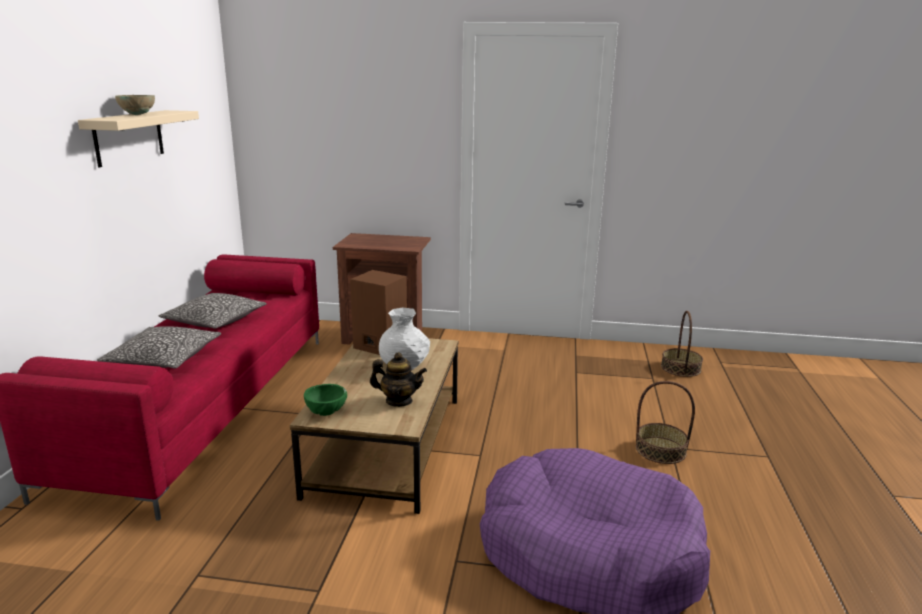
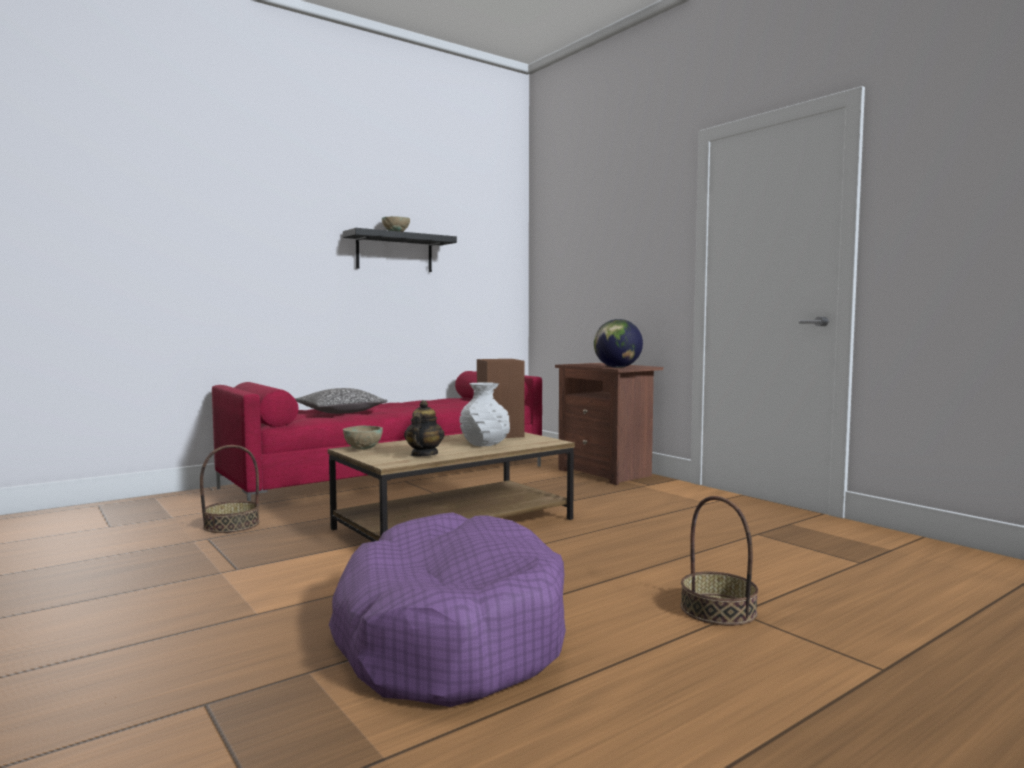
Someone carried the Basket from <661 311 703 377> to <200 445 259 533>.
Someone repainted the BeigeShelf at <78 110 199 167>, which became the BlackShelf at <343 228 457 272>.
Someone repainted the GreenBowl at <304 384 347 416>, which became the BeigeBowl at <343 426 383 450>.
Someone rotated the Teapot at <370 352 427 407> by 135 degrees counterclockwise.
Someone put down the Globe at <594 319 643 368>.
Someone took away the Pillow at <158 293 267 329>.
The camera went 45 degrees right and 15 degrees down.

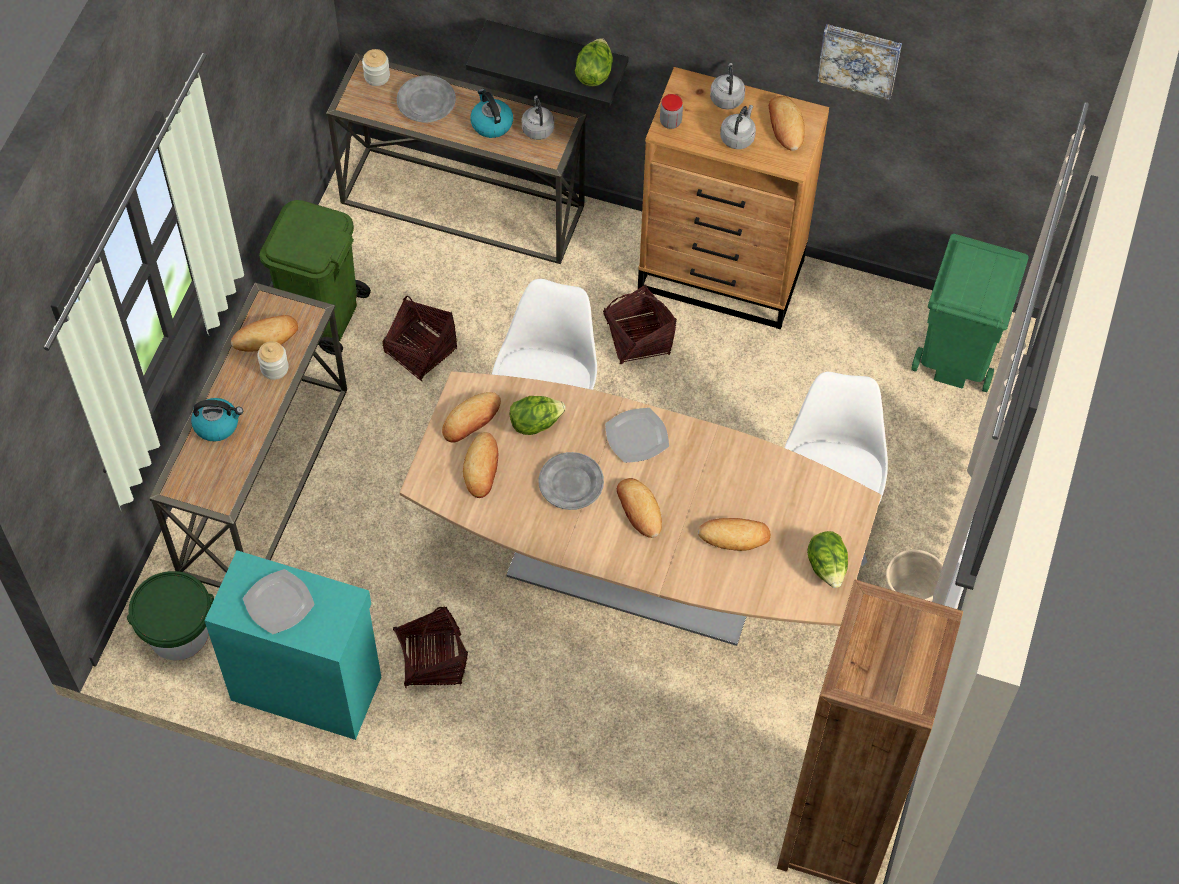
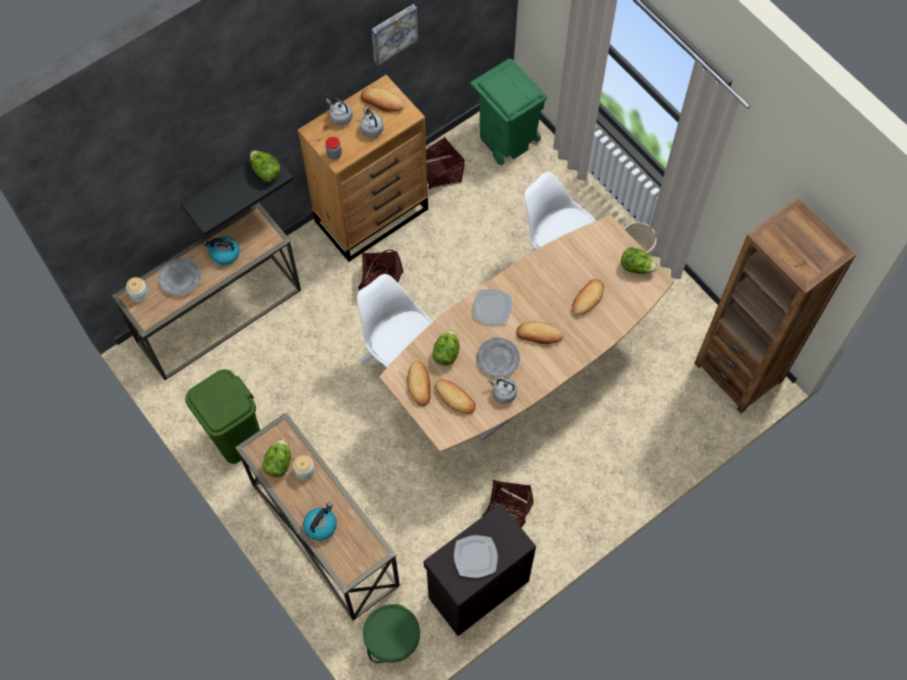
Someone swapped the Bread at <231 315 298 351> for the Lettuce at <262 439 291 477>.
Someone repainted the TurquoiseCabinet at <204 550 381 740>, which became the BlackCabinet at <423 503 536 636>.
Someone carried the Basket from <382 296 457 381> to <426 137 465 190>.
Someone carried the GreyKettle from <522 95 554 140> to <488 378 517 404>.
The camera went 55 degrees left and 5 degrees up.

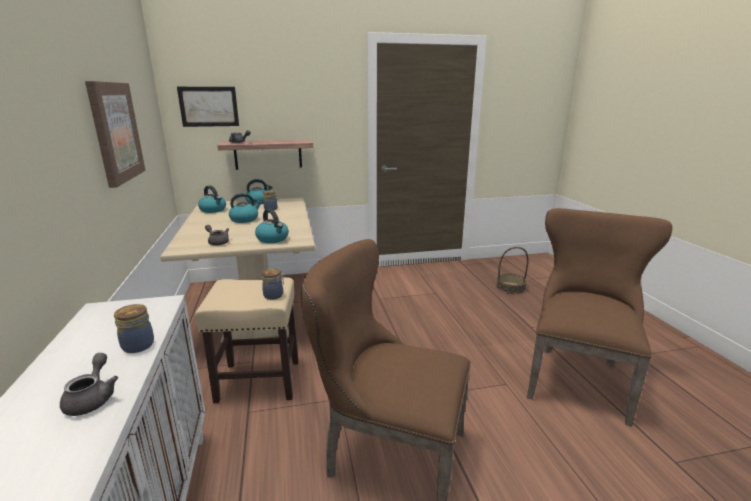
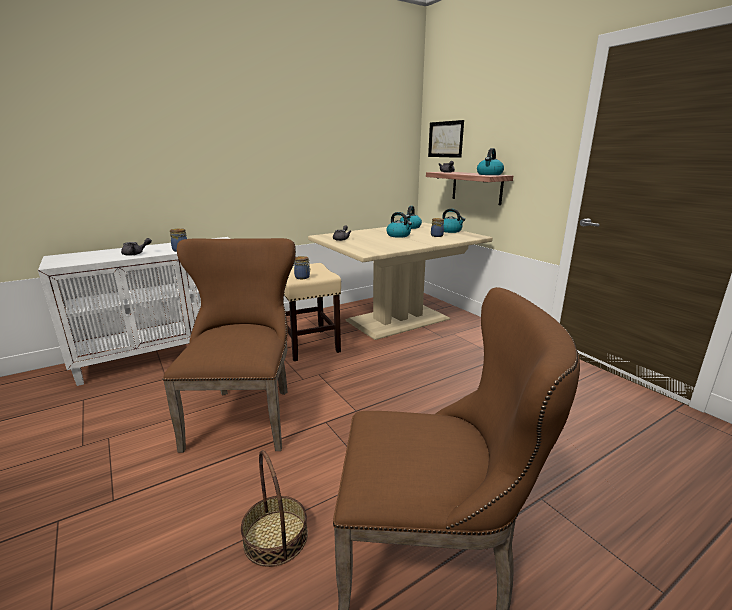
Someone carried the Basket from <496 247 529 294> to <241 450 308 567>.
Someone carried the Kettle from <255 209 289 243> to <477 148 504 175>.
Someone took away the Picture at <85 81 145 188>.
The camera went 70 degrees right and 0 degrees up.

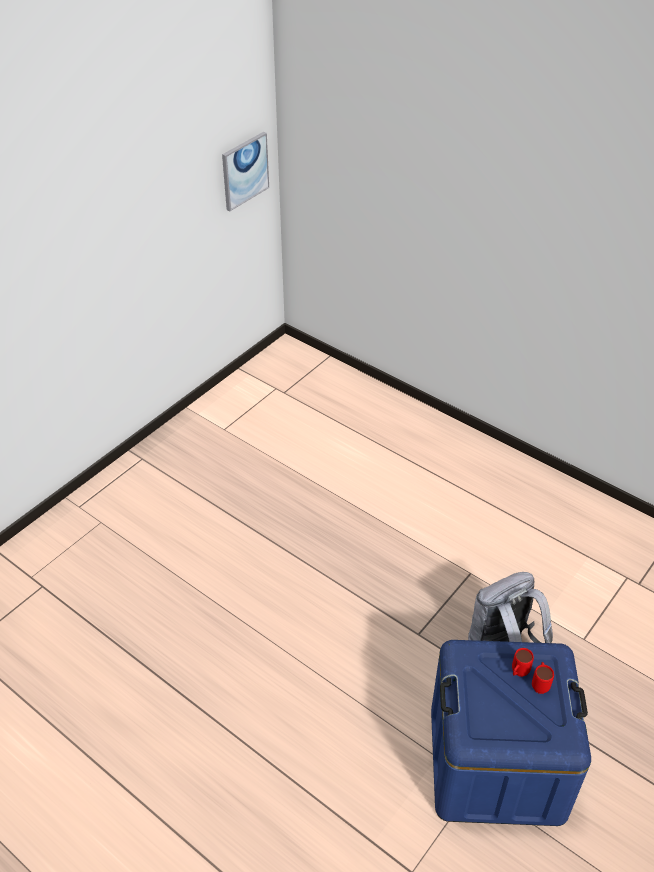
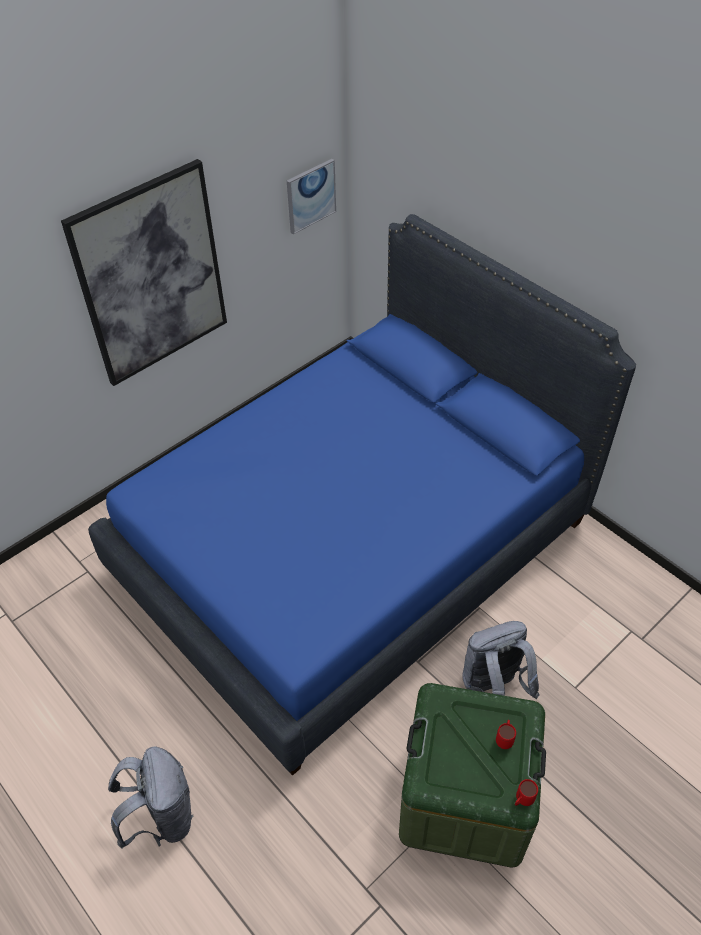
Someone put up the Picture at <61 159 227 386>.
Someone put down the BlueBed at <88 214 636 776>.
Someone put down the GreyBackpack at <108 746 193 849>.
Someone repainted the BlueStorageBox at <431 640 591 826>, which became the GreenStorageBox at <399 683 546 868>.
Someone carried the RedMug from <512 648 534 677> to <515 779 538 806>.
The camera went 10 degrees right and 5 degrees up.

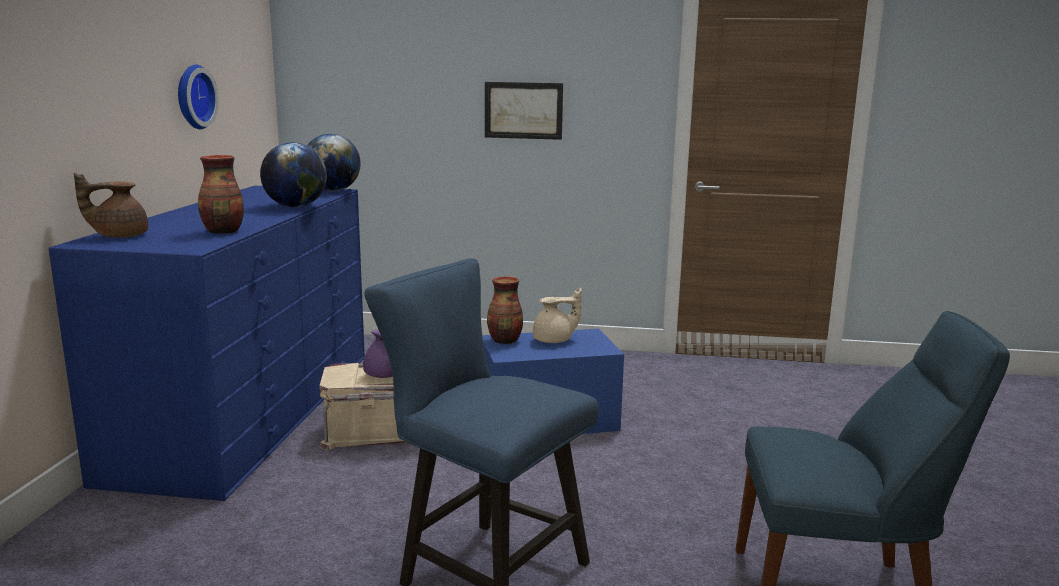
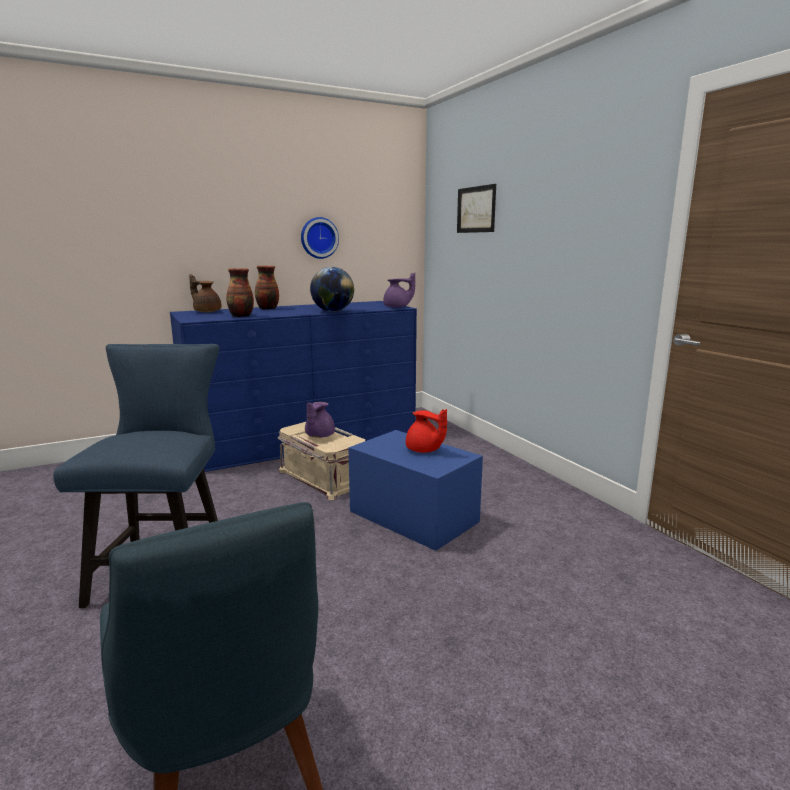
Someone carried the Vase from <487 276 523 344> to <255 266 279 310>.
Someone swapped the Globe at <307 134 361 191> for the PurpleTeapot at <383 272 415 308>.
Someone repainted the BeigeTeapot at <533 288 582 343>, which became the RedTeapot at <406 409 447 453>.
Someone carried the Picture from <485 82 563 140> to <457 184 496 233>.
The camera went 55 degrees right and 0 degrees up.

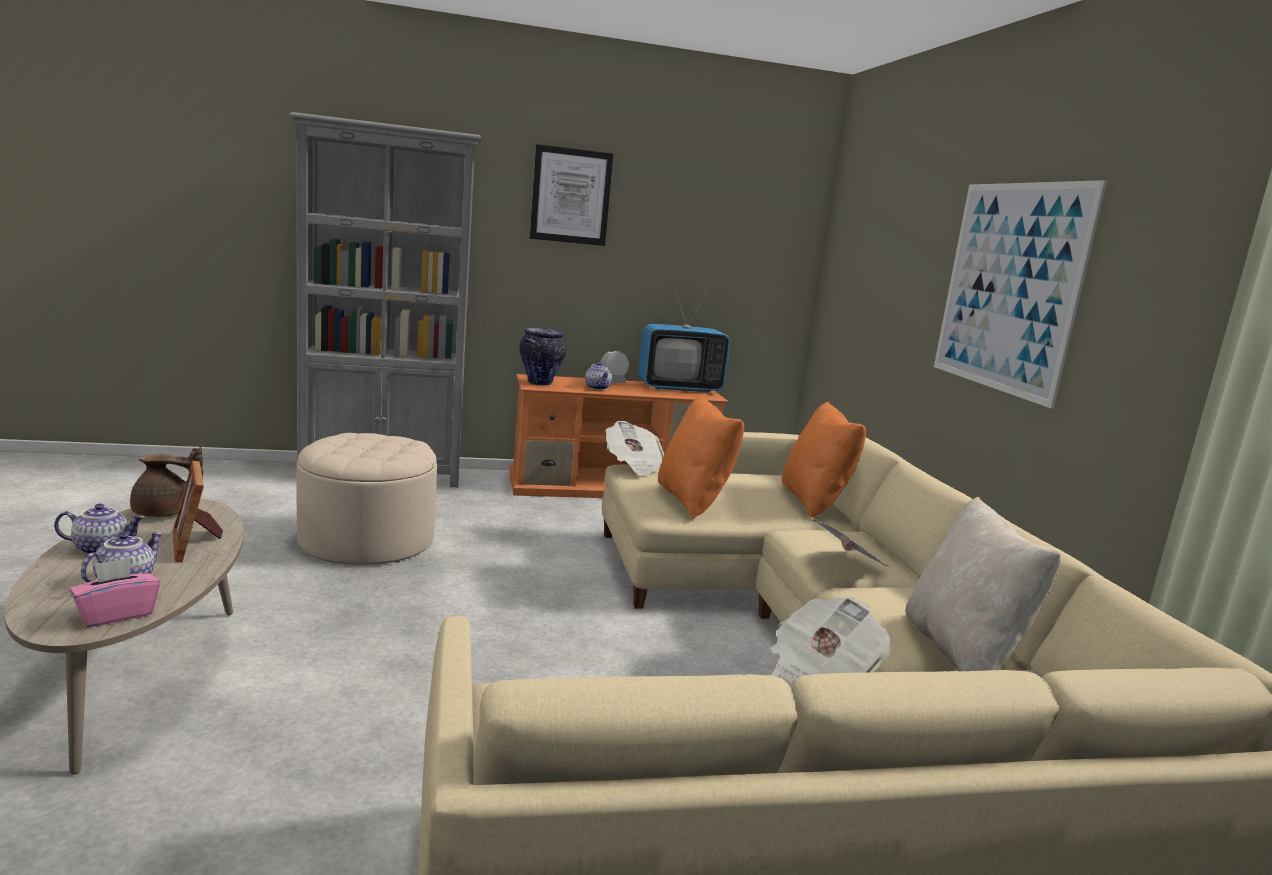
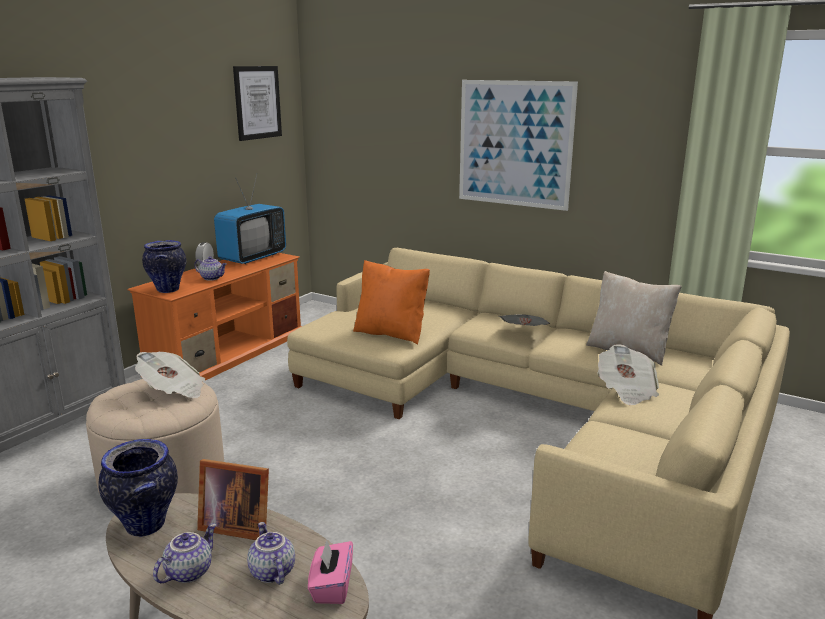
Someone swapped the BrownTeapot at <130 447 203 517> for the Vase at <98 439 178 537>.
Someone carried the Newspaper from <606 421 664 476> to <135 352 205 399>.
Someone carried the Picture from <530 144 613 246> to <233 66 282 141>.
Someone took away the OrangePillow at <782 401 866 518>.
The camera went 45 degrees left and 5 degrees up.

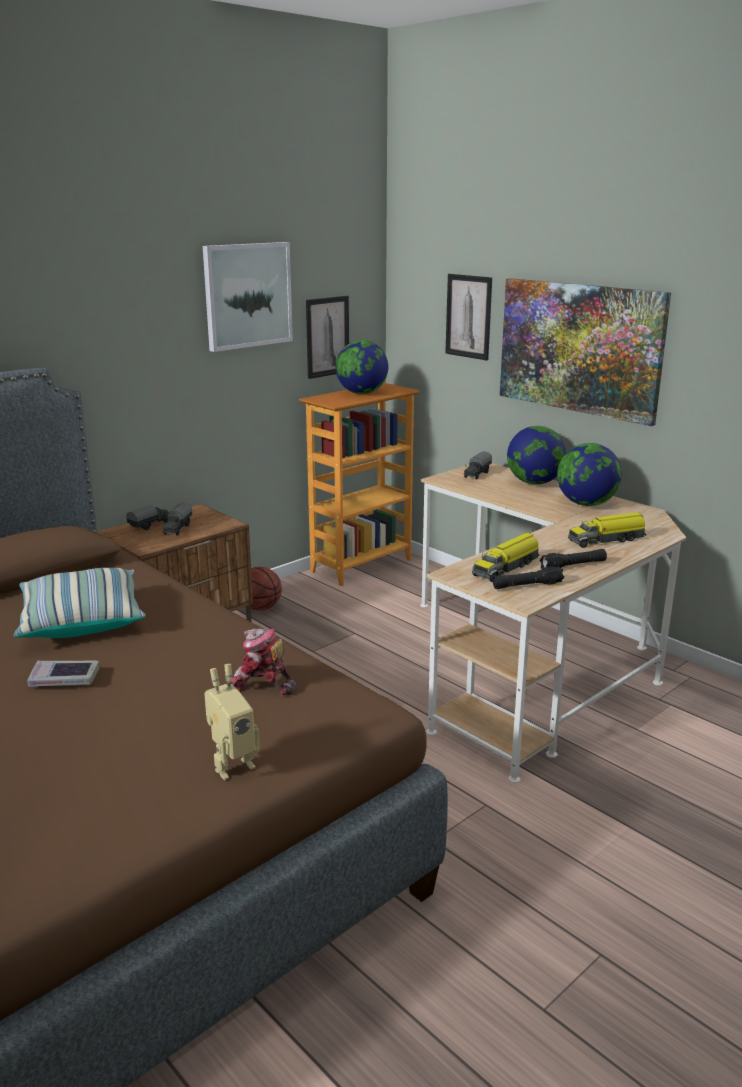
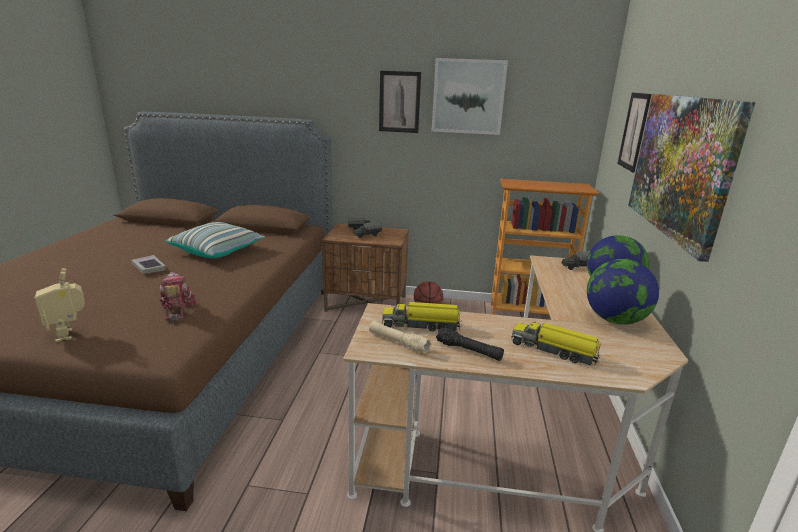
Someone rotated the ToyRobot at <204 664 260 780> by 45 degrees clockwise.
Someone repainted the BlackFlashlight at <493 566 564 589>, which became the BeigeFlashlight at <369 321 432 354>.
Someone carried the Picture from <306 296 349 379> to <379 71 421 133>.
Someone took away the Globe at <336 340 388 394>.
The camera went 50 degrees right and 0 degrees up.

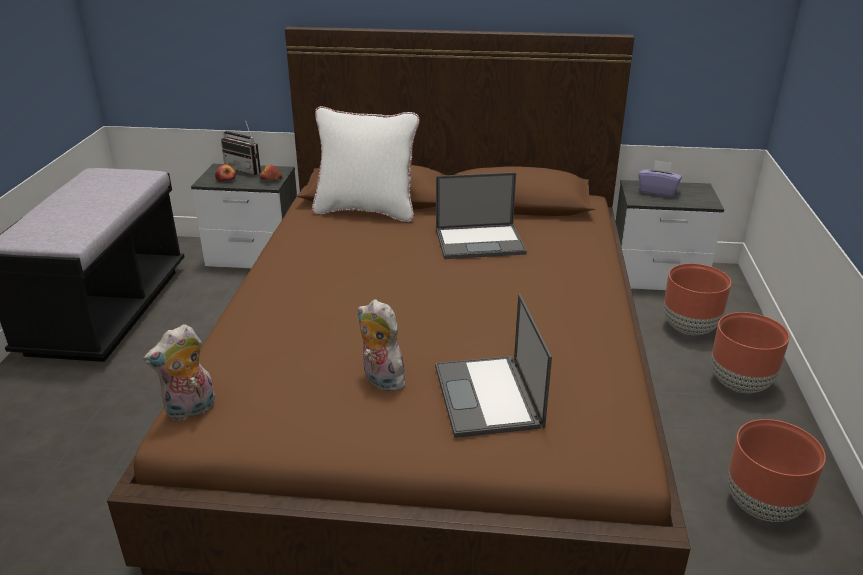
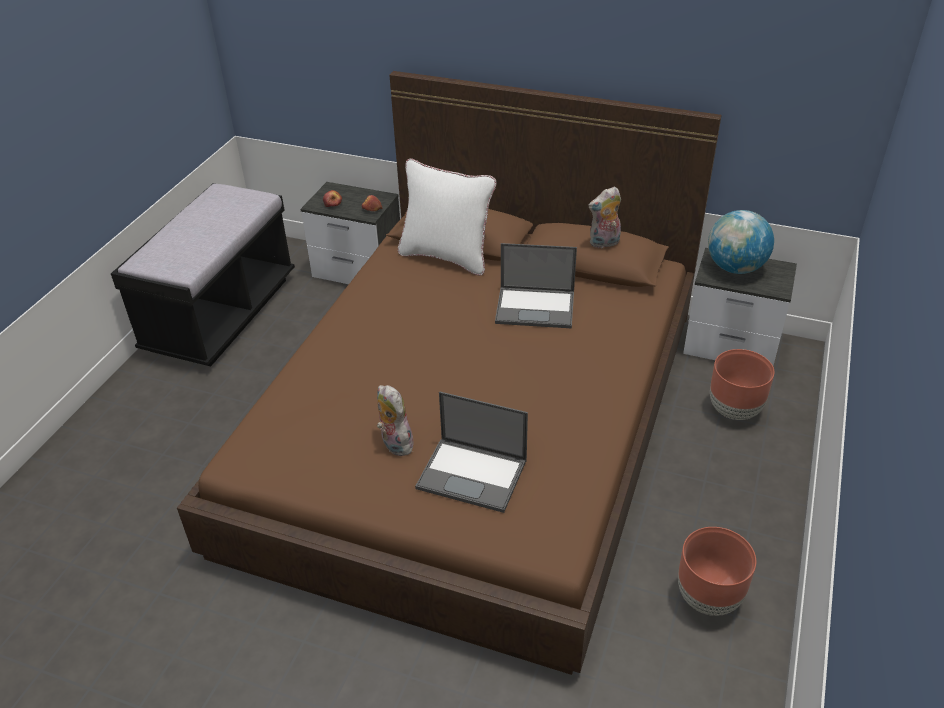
Someone rotated the Laptop at <435 293 552 438> by 75 degrees counterclockwise.
Someone carried the PlushToy from <143 324 215 420> to <588 187 621 248>.
Someone swapped the PurpleTissueBox at <638 160 682 197> for the Globe at <708 210 774 274>.
Someone took away the Radio at <221 120 261 175>.
Someone took away the BrownPlanter at <711 312 790 393>.
The camera went 15 degrees right and 10 degrees up.

